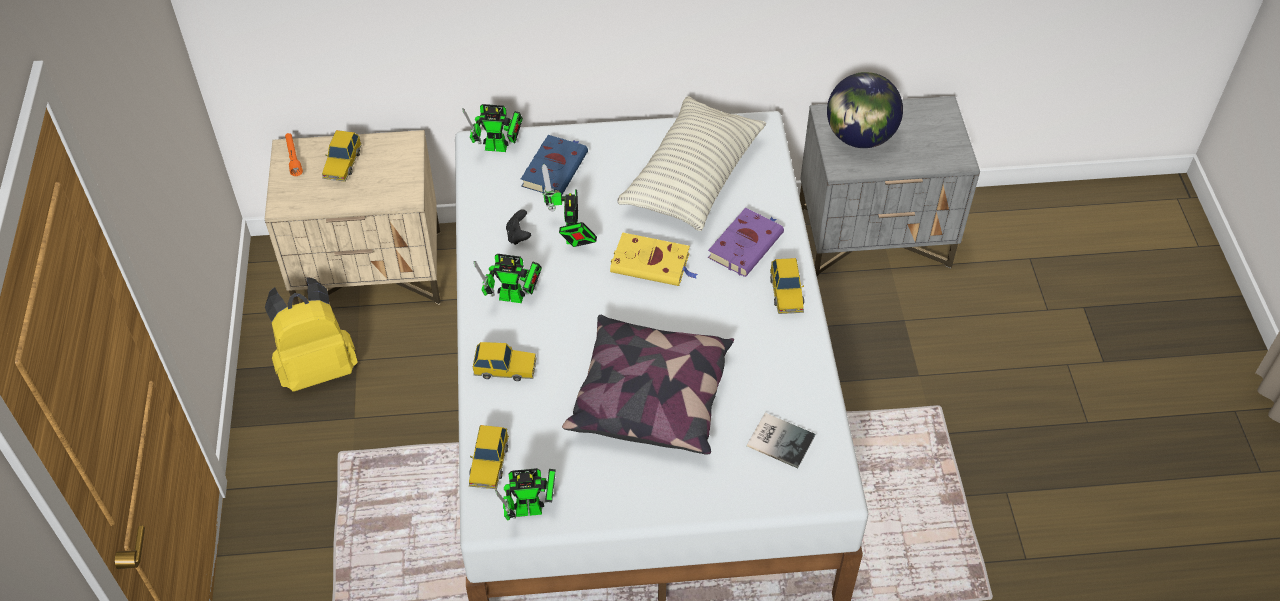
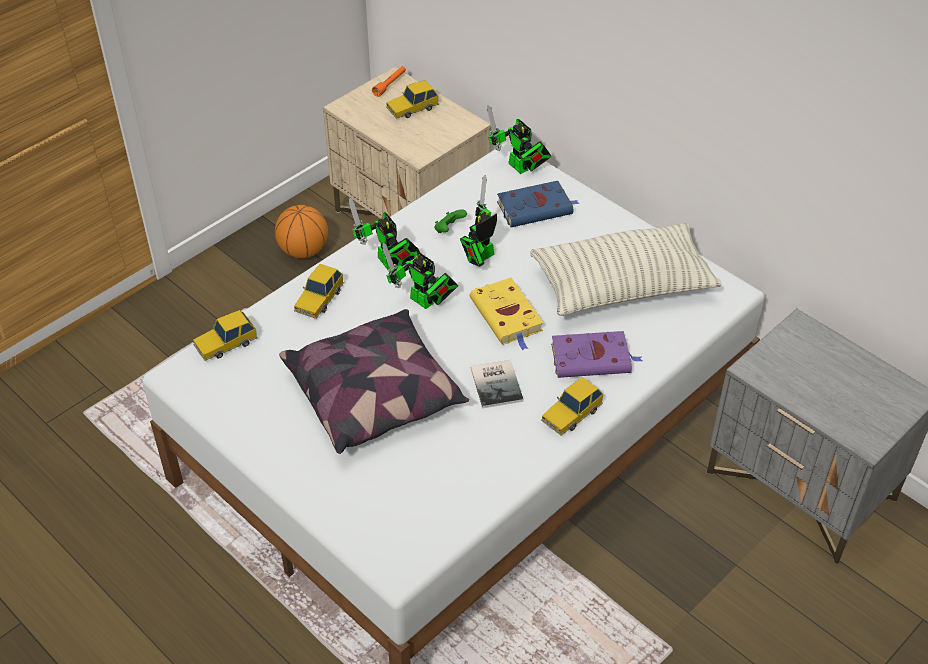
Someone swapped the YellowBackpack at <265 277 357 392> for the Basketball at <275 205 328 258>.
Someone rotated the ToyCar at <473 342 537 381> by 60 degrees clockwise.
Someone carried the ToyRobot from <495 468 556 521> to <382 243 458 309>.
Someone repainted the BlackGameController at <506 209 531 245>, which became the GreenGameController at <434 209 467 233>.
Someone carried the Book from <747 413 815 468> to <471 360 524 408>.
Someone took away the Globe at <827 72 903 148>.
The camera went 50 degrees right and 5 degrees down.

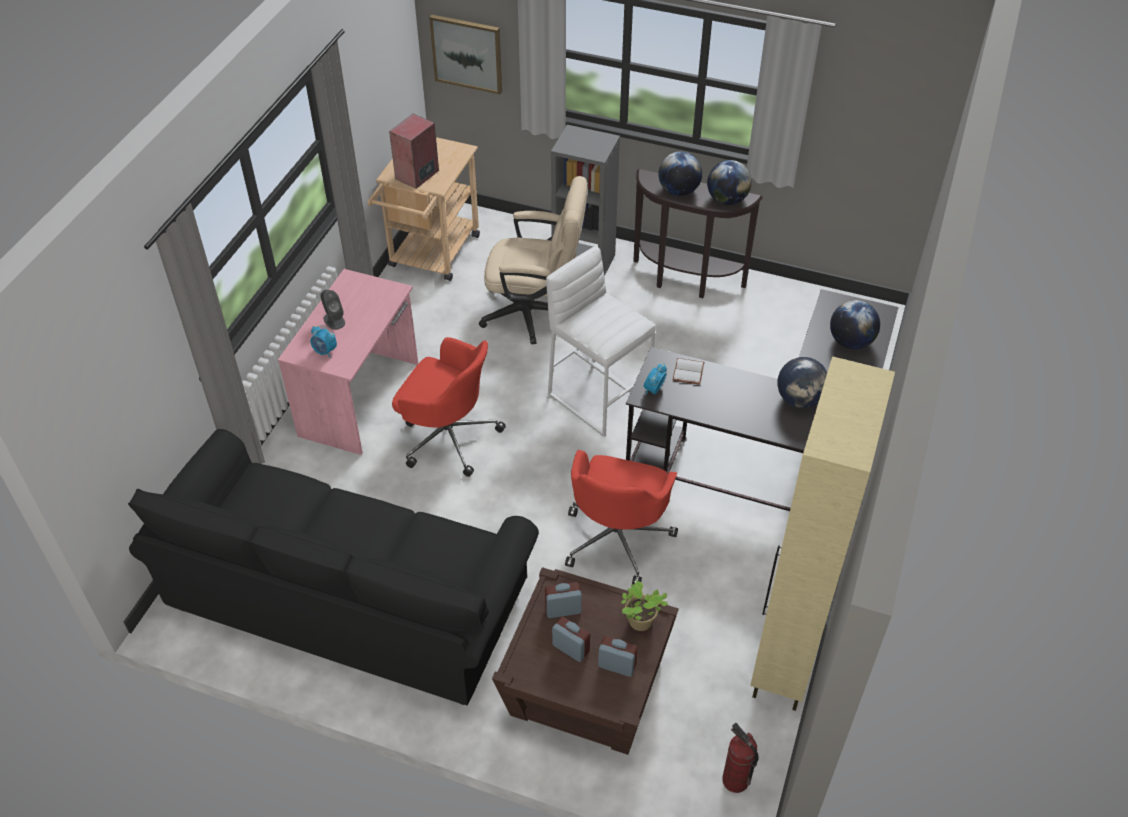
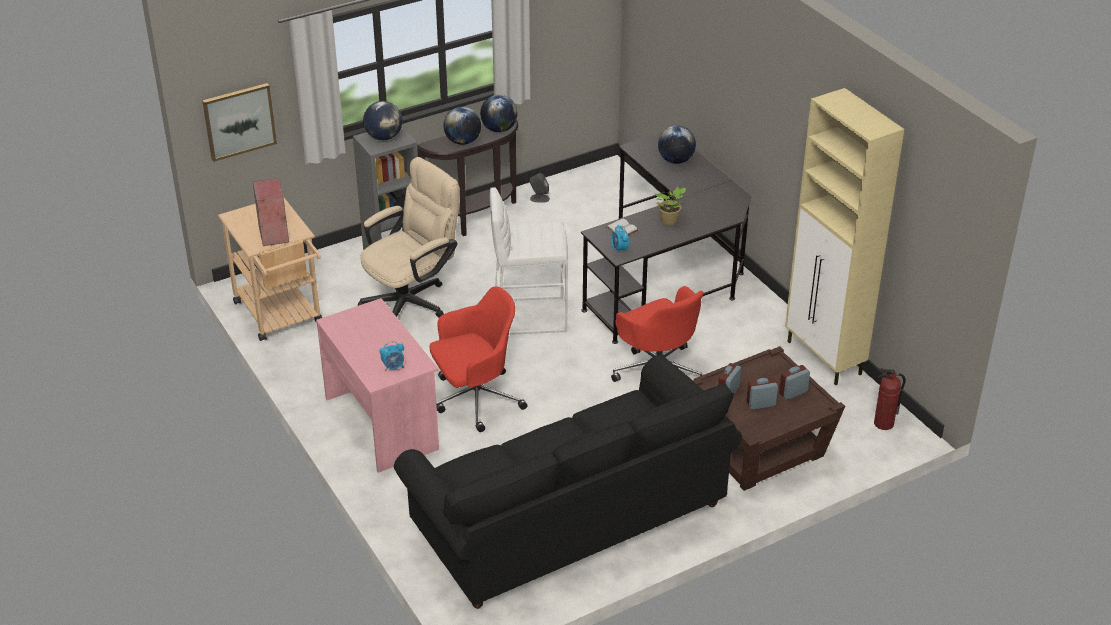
Someone carried the Globe from <777 357 827 408> to <363 101 403 140>.
Someone carried the GreySpeaker from <320 290 345 330> to <529 173 550 203>.
Someone carried the PottedPlant from <622 580 668 631> to <655 187 686 225>.
The camera went 50 degrees left and 10 degrees down.

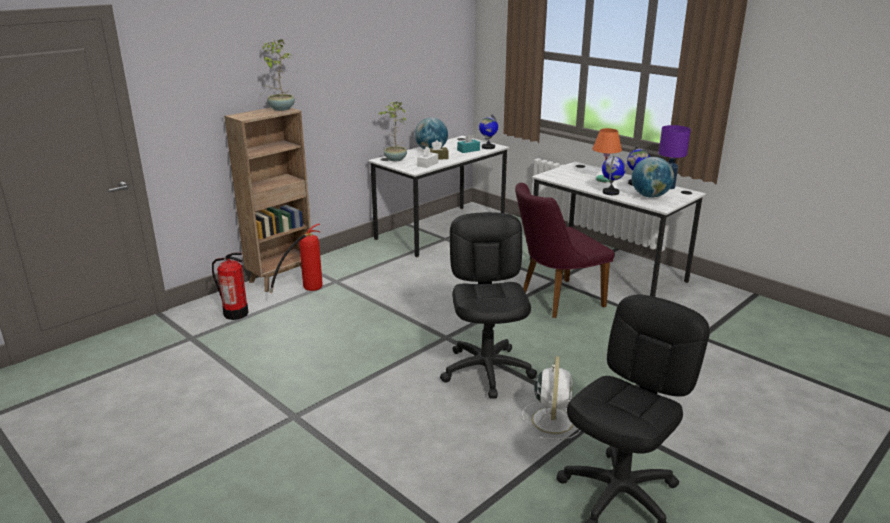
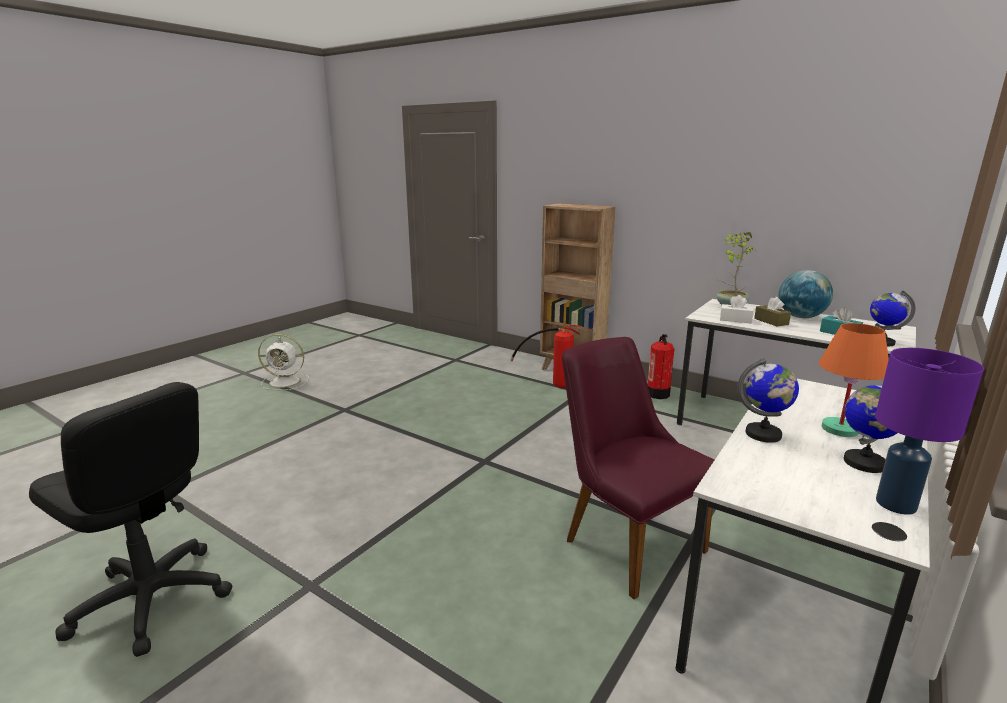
Someone carried the WhiteFan from <522 356 580 440> to <258 334 309 390>.
Someone carried the FireExtinguisher from <212 253 248 320> to <647 334 674 399>.
Someone took away the PottedPlant at <263 39 295 111>.
Someone took away the BlackOfficeChair at <440 212 537 399>.
Someone took away the Globe at <632 157 674 198>.
The camera went 80 degrees right and 5 degrees down.

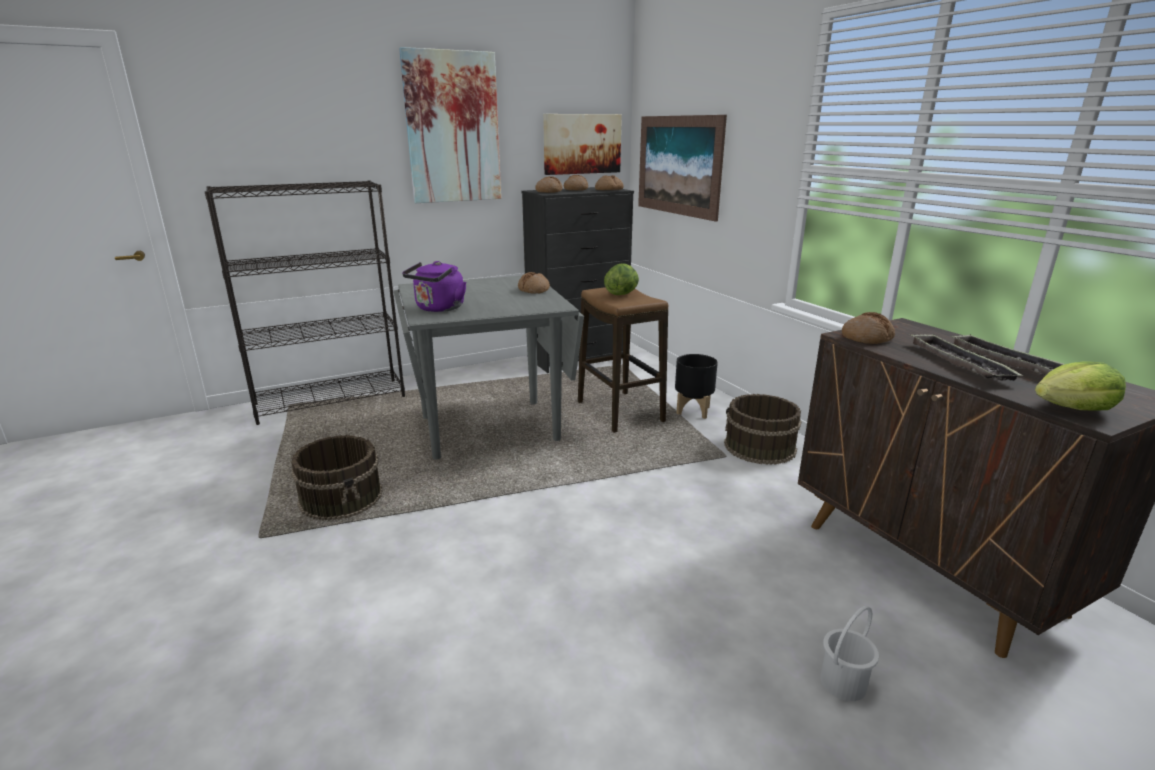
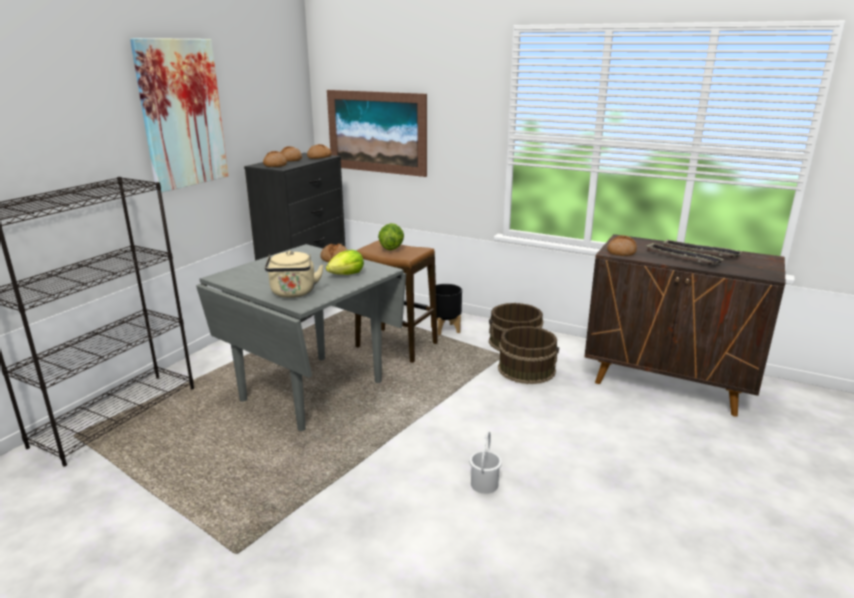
Someone repainted the PurpleKettle at <402 261 466 312>, which became the BeigeKettle at <265 251 324 298>.
Someone carried the Lettuce from <1035 361 1126 410> to <326 250 364 275>.
Someone carried the WhiteBucket from <820 606 879 701> to <469 431 502 494>.
Someone carried the BrownBucket from <291 435 383 521> to <498 326 559 384>.
Someone took away the Picture at <543 114 622 175>.
The camera went 35 degrees left and 0 degrees up.

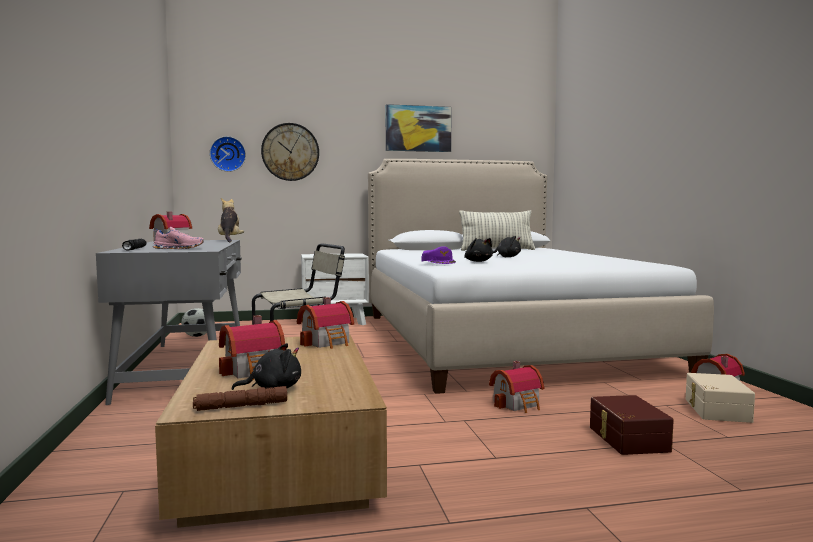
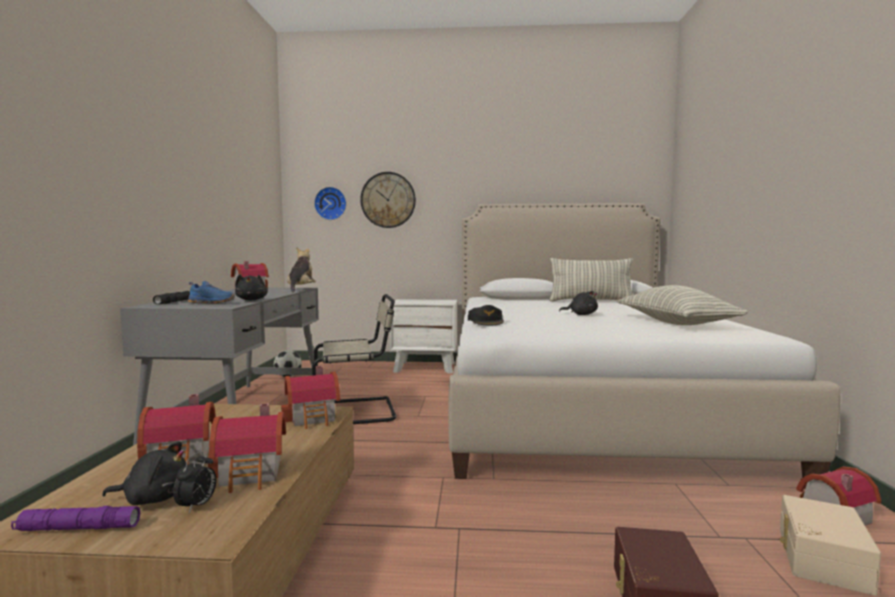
Someone repainted the BrownFlashlight at <193 386 287 411>, which became the PurpleFlashlight at <11 506 140 531>.
Someone put down the AlarmClock at <173 451 216 513>.
Someone repainted the PinkShoe at <153 227 204 249>, which became the BlueShoe at <188 281 235 304>.
Someone carried the ToyHouse from <489 361 544 413> to <208 403 286 493>.
Someone carried the BlackPlushToy from <464 238 493 262> to <235 274 268 300>.
Someone repainted the PurpleCap at <422 246 456 264>, which became the BlackCap at <468 305 504 325>.
Someone put down the Pillow at <617 285 748 325>.
Someone took away the Picture at <386 104 452 152>.
The camera went 15 degrees right and 0 degrees up.

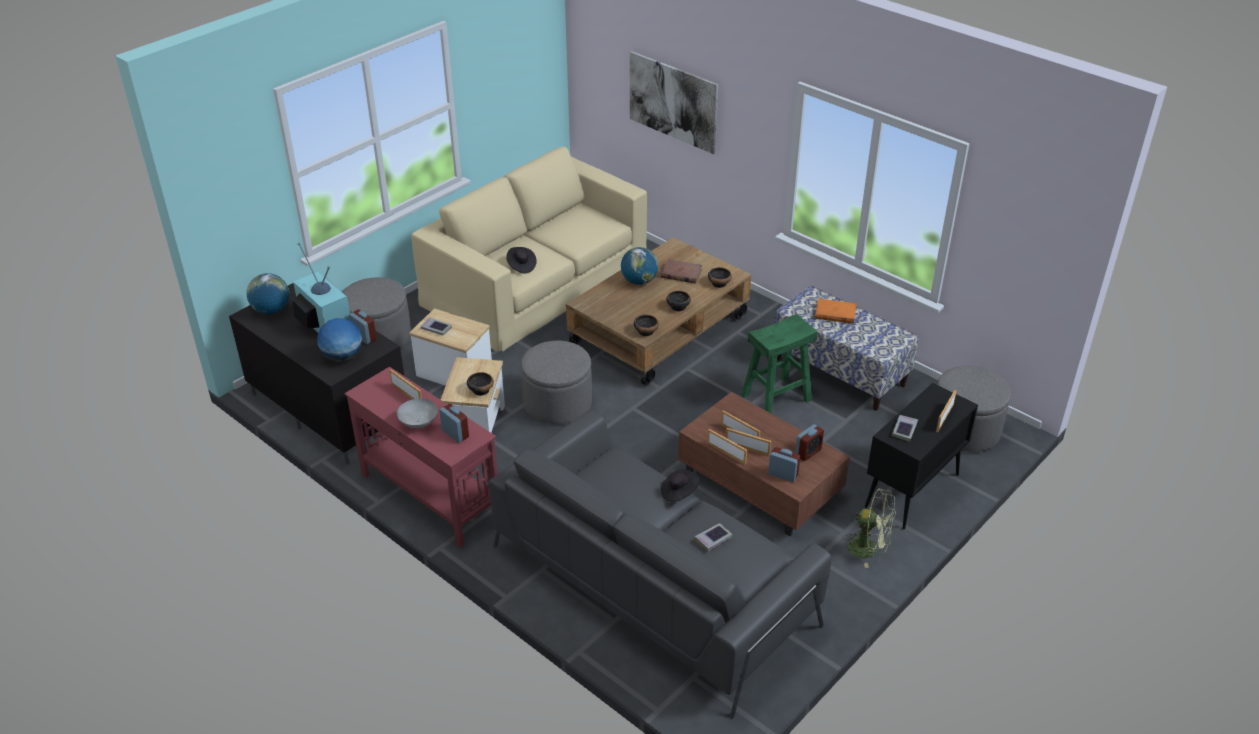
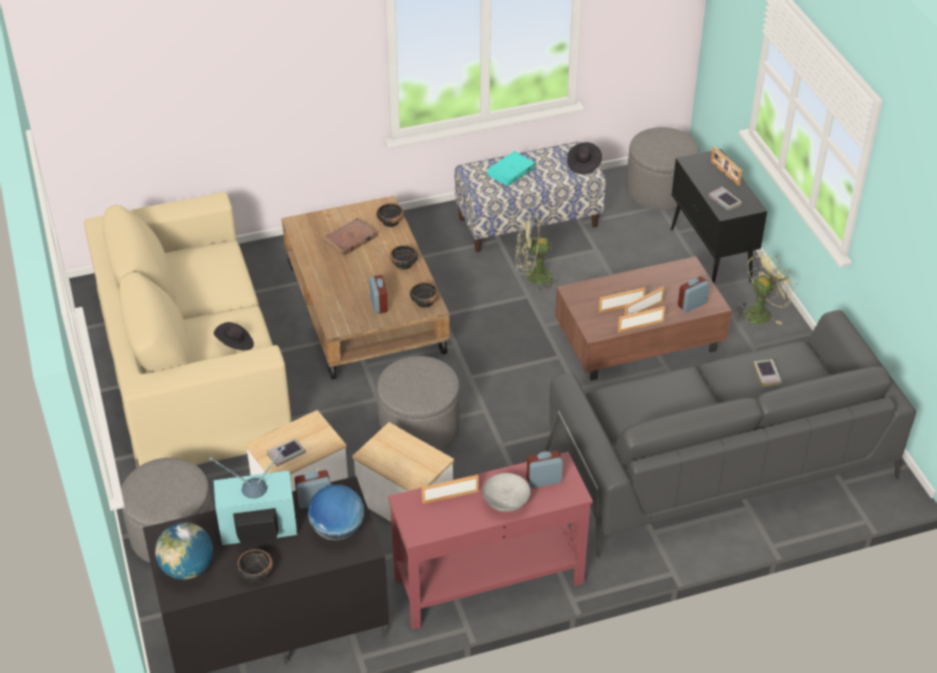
Someone carried the Bowl from <467 372 494 396> to <237 549 273 582>.
Someone carried the AlarmClock from <795 424 824 461> to <369 275 388 314>.
Someone repainted the OrangeBook at <815 298 857 324>, which became the TurquoiseBook at <487 151 536 186>.
Someone swapped the GreenStool at <741 314 818 414> for the GreenFan at <516 216 560 291>.
Someone carried the BlackHat from <661 469 700 502> to <567 142 602 174>.
Someone took away the Globe at <621 247 658 285>.
Someone took away the Picture at <630 51 718 154>.
The camera went 60 degrees left and 5 degrees up.

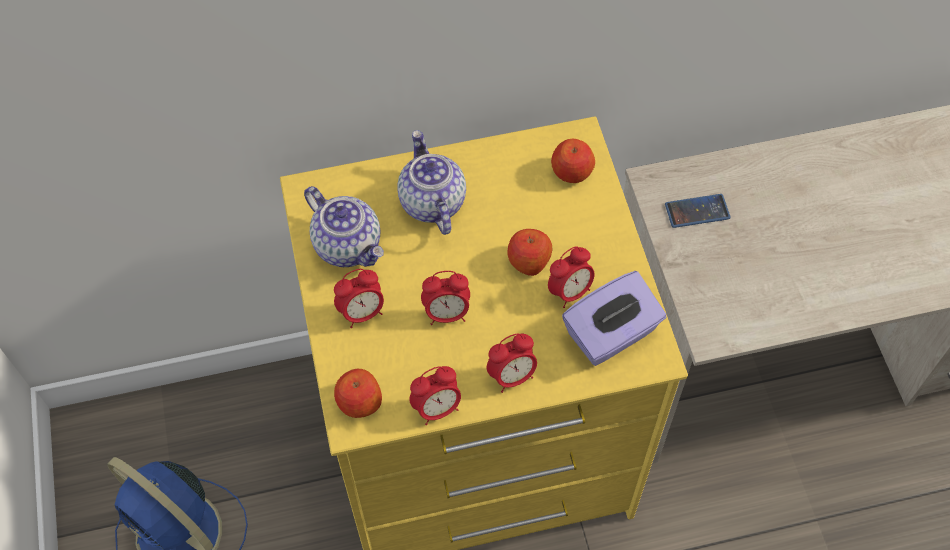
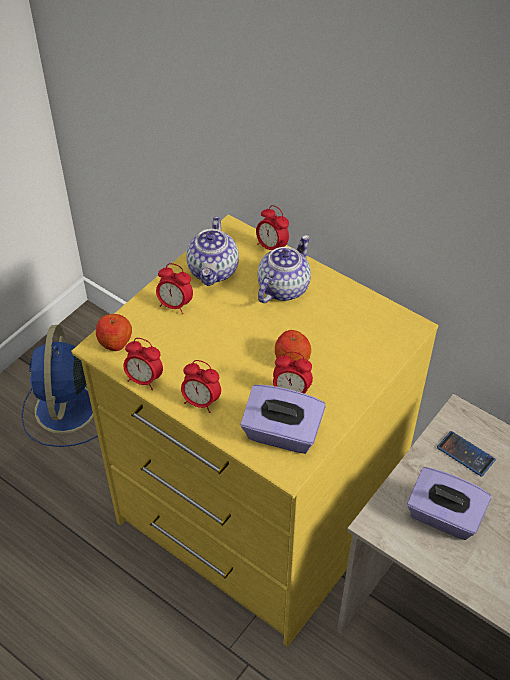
Someone carried the AlarmClock from <421 271 470 325> to <256 205 289 250>.
Someone put down the PurpleTissueBox at <407 467 491 540>.
Someone took away the Apple at <551 139 595 183>.
The camera went 50 degrees right and 10 degrees down.

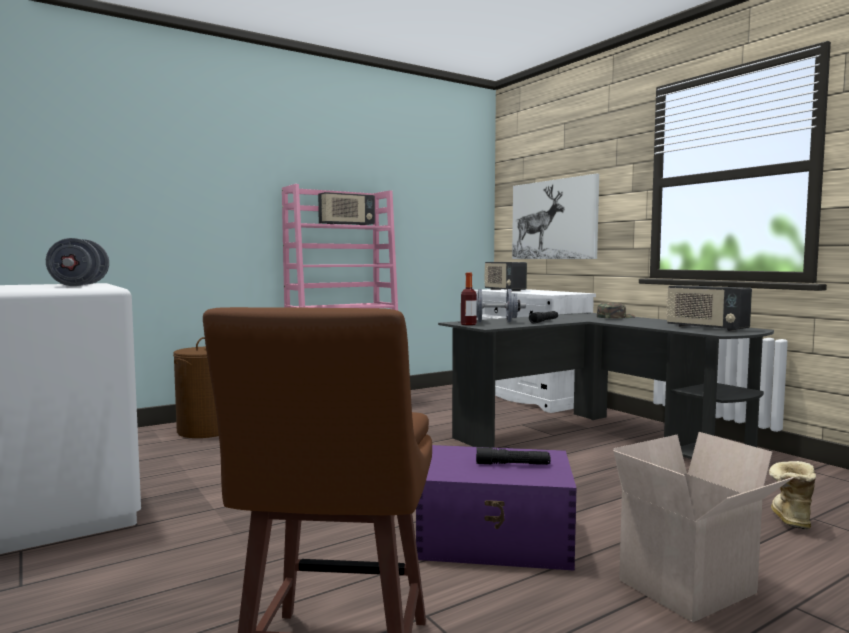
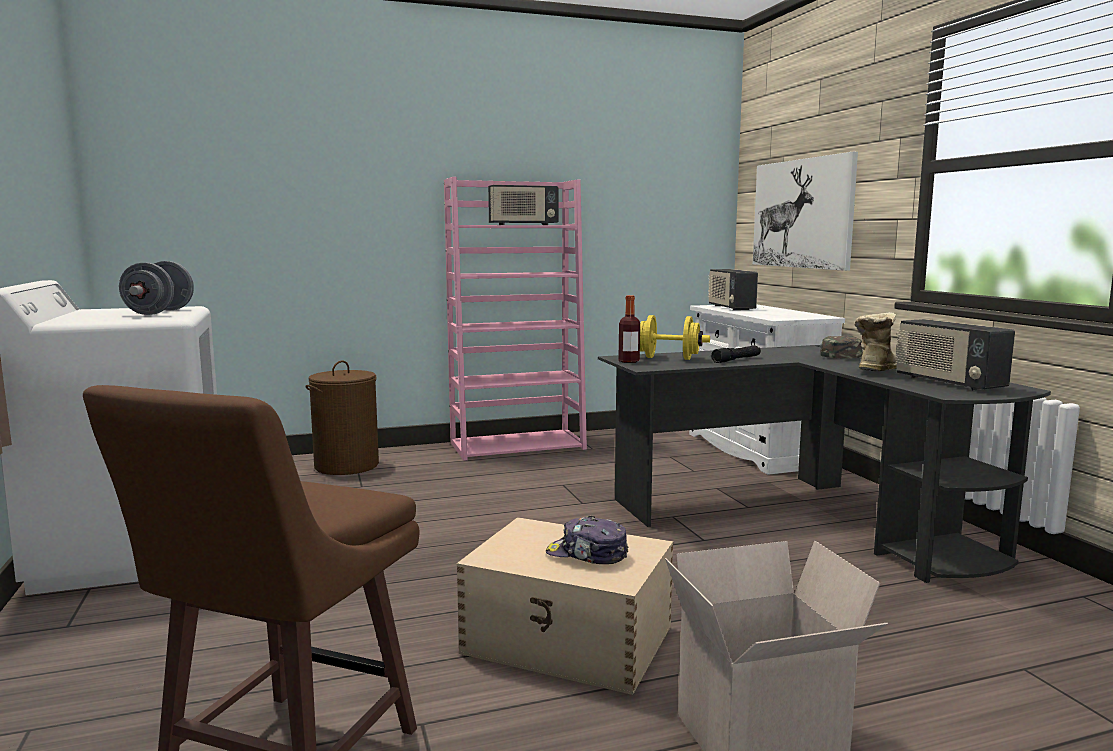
Someone repainted the PurpleStorageBox at <416 445 577 571>, which became the BeigeStorageBox at <457 517 673 695>.
Someone swapped the BlackFlashlight at <476 447 550 465> for the Cap at <546 516 628 564>.
Someone repainted the GreyDumbbell at <476 289 526 322>, which became the YellowDumbbell at <640 315 710 360>.
Someone carried the Boot from <769 461 816 529> to <854 312 897 371>.
The camera went 15 degrees right and 5 degrees up.

